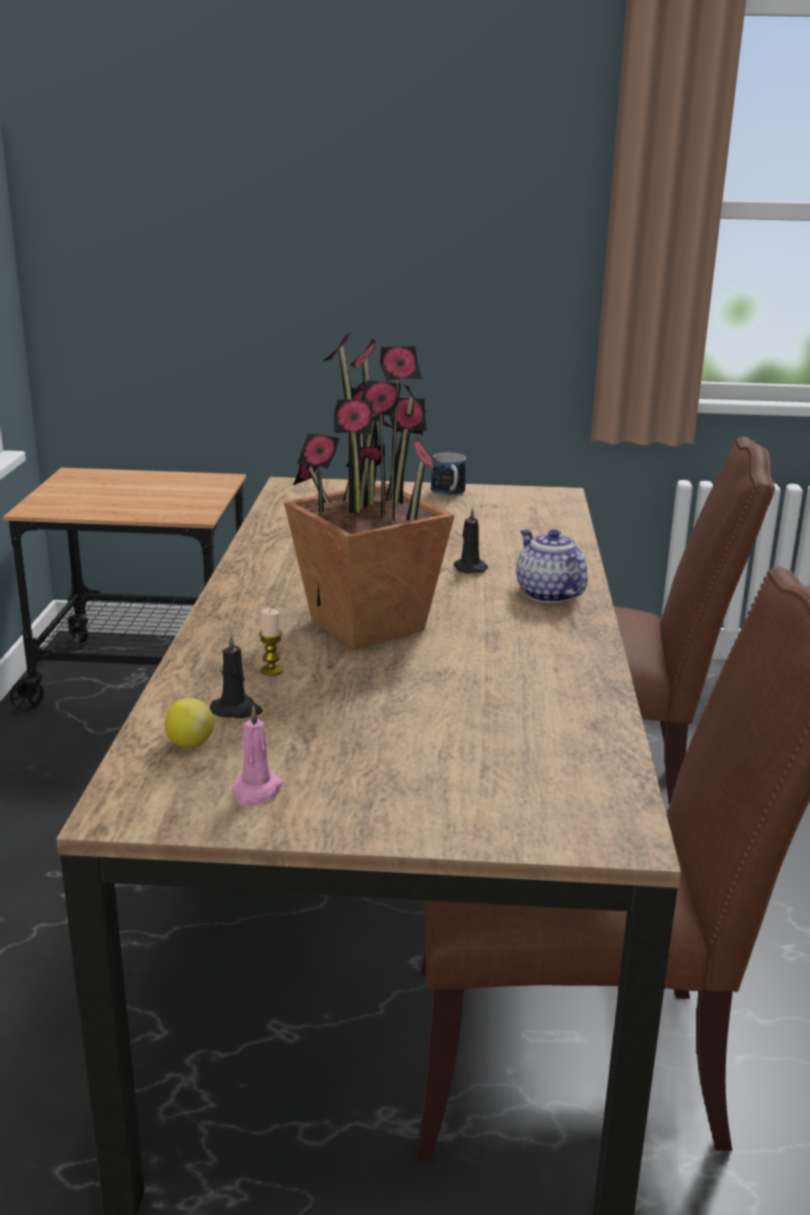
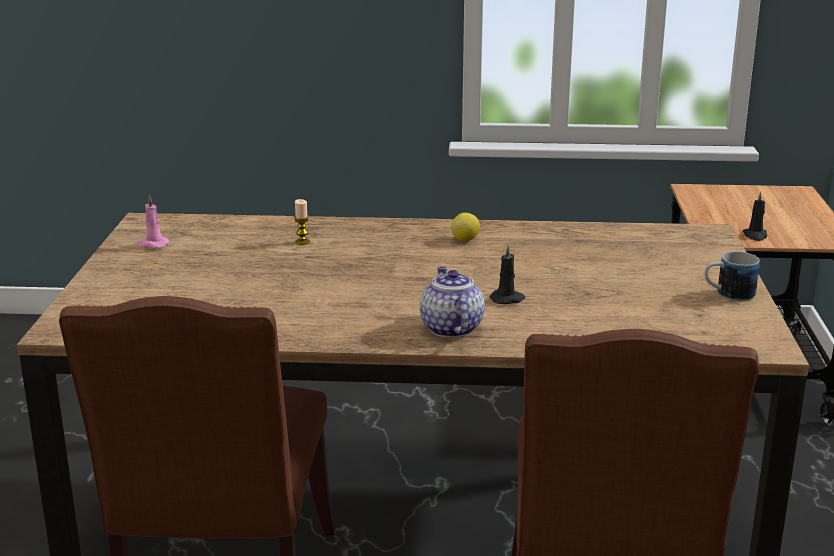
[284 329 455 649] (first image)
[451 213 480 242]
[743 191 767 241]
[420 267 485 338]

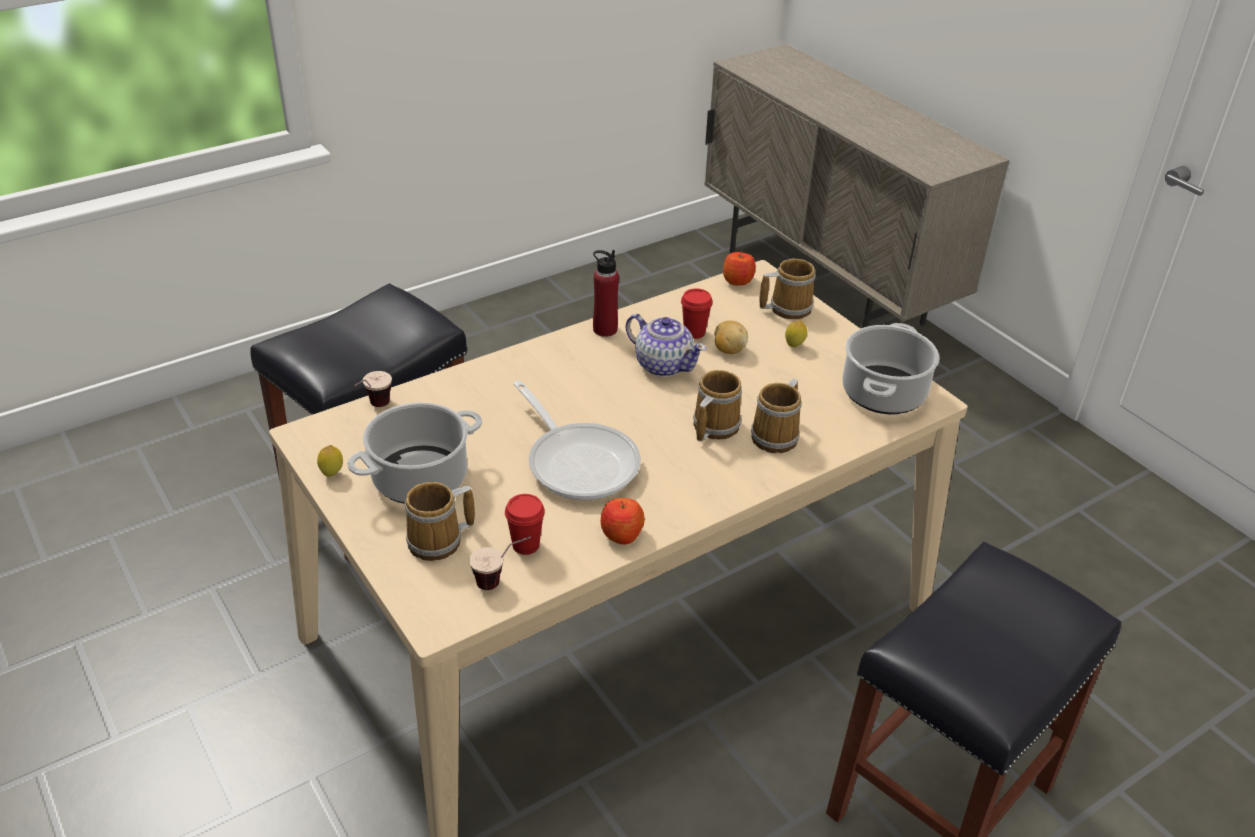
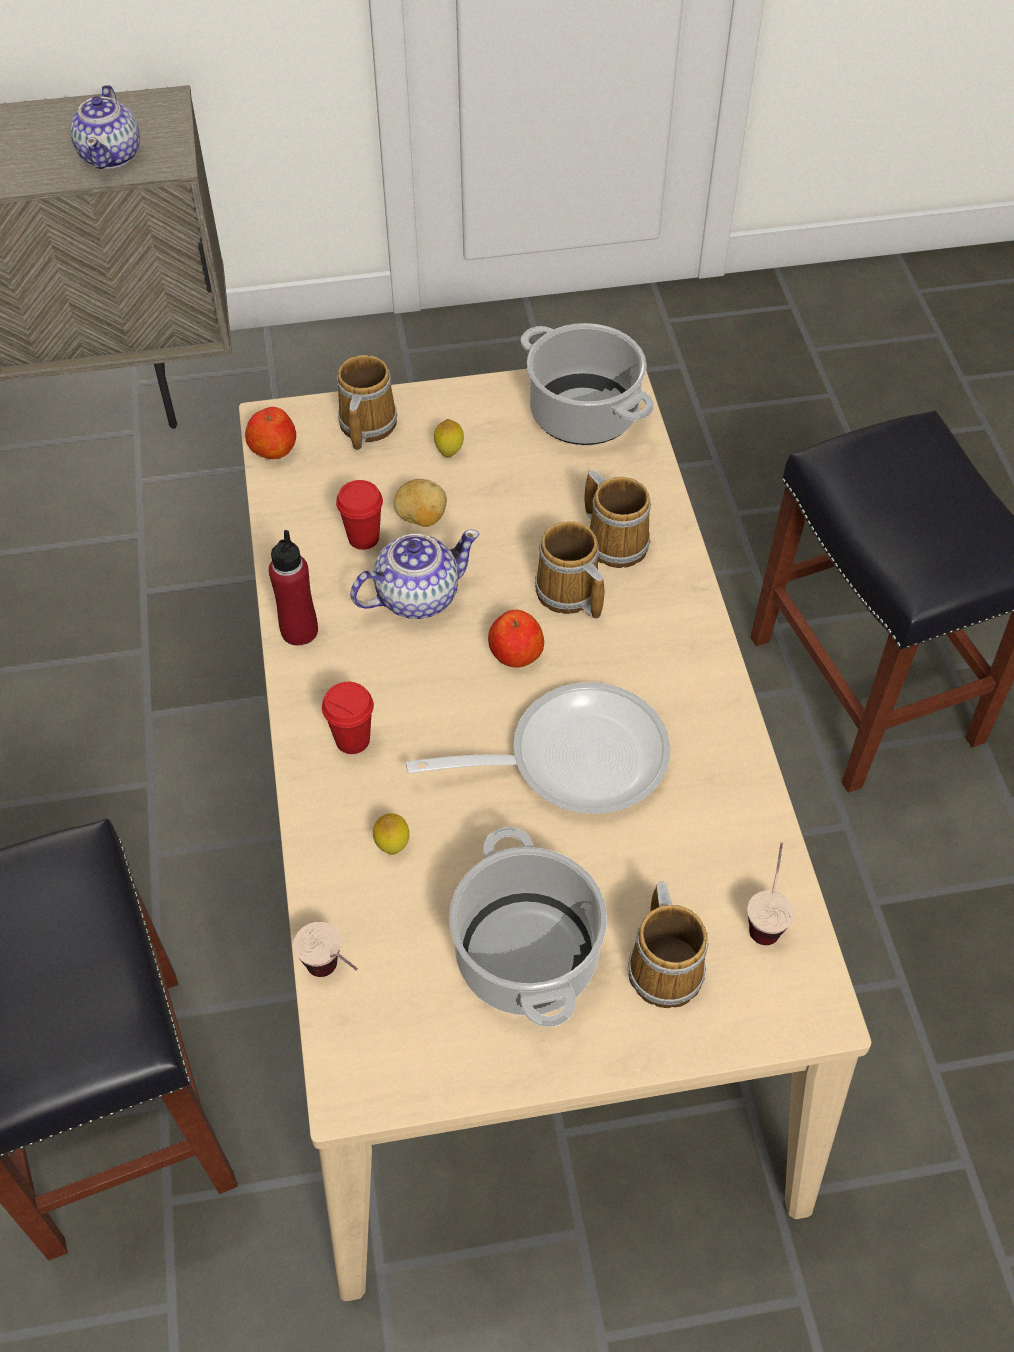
[70 85 140 169]
[373 813 410 855]
[322 682 374 754]
[488 610 544 668]

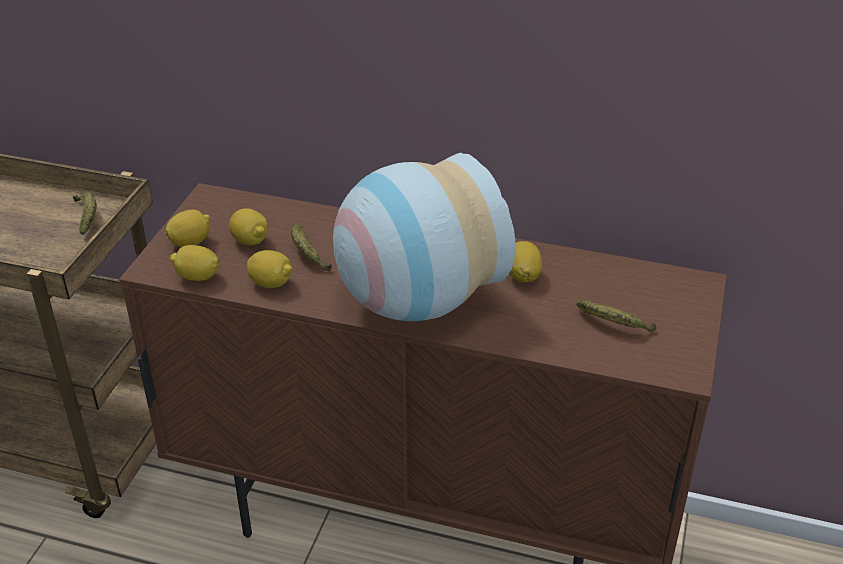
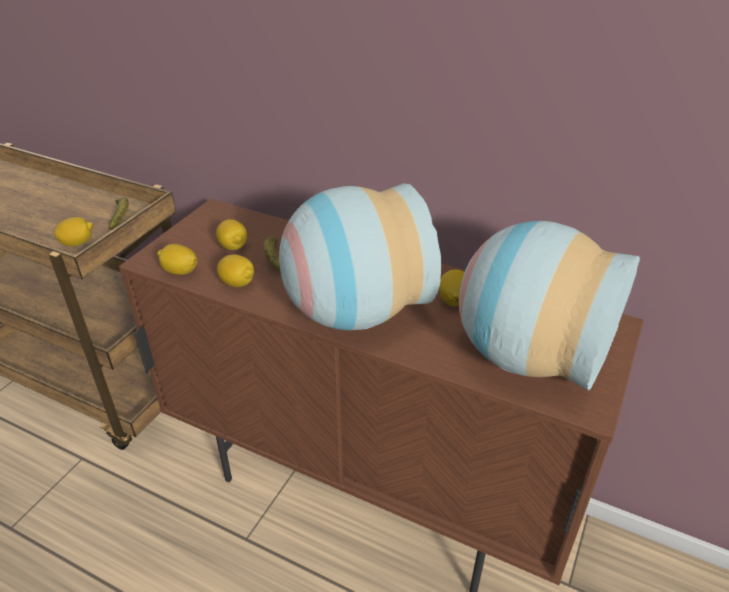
[54 217 93 246]
[459 221 640 391]

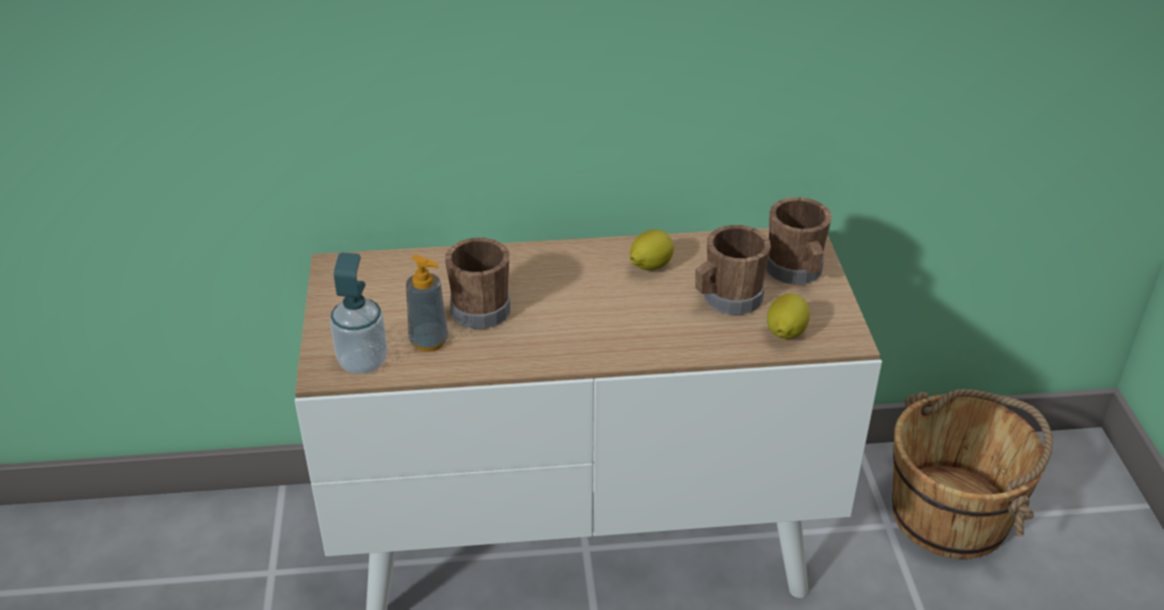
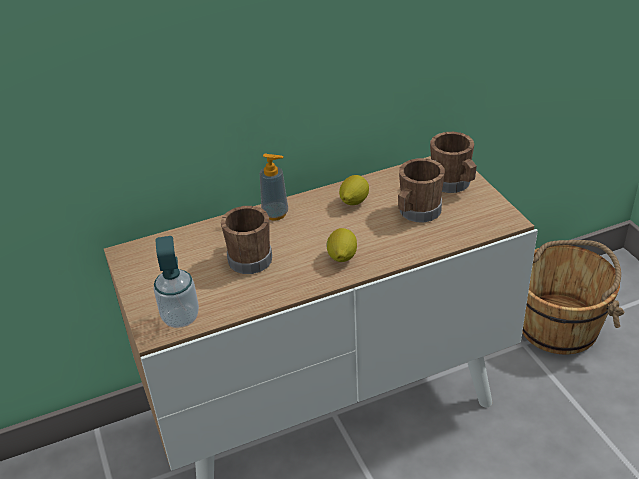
[260 154 288 220]
[326 228 357 262]

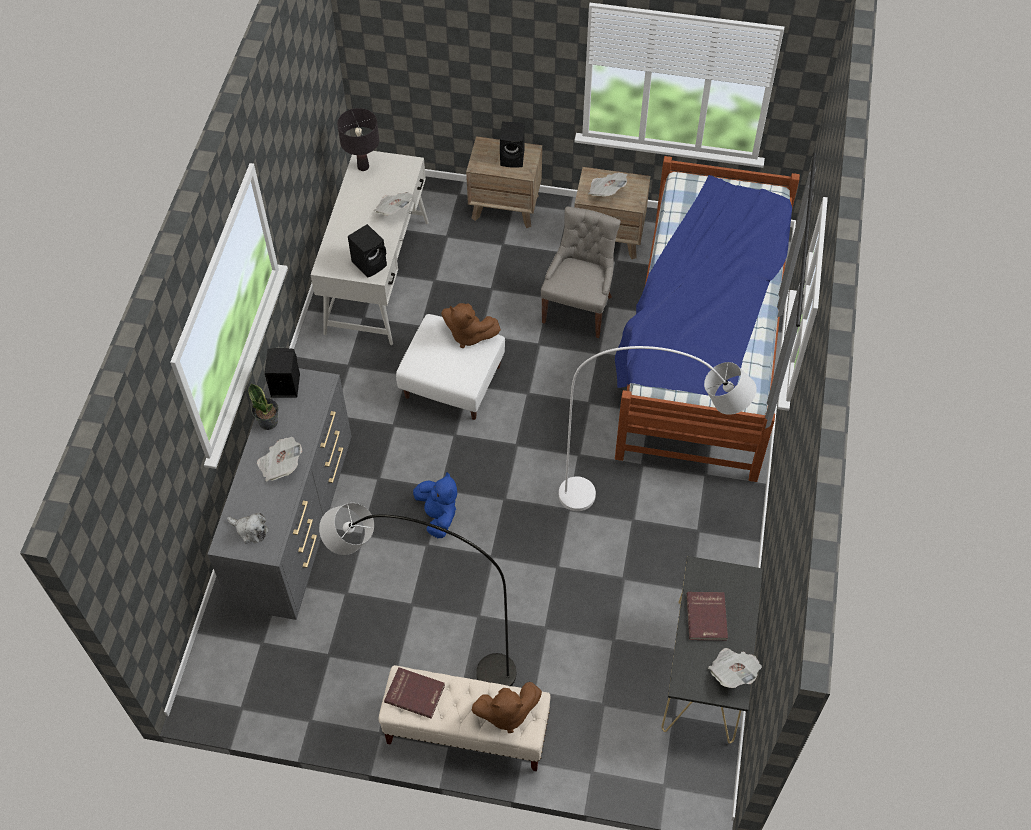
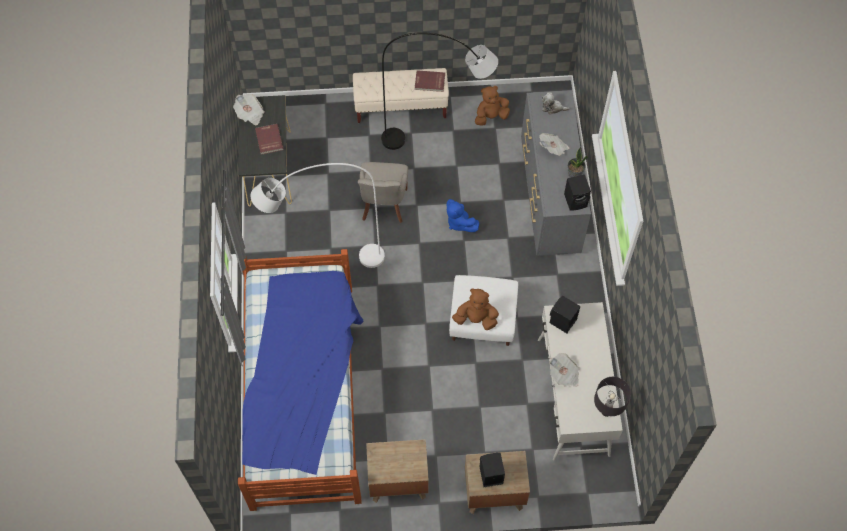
[588 172 627 197] (first image)
[475 86 510 126]
[358 162 408 223]

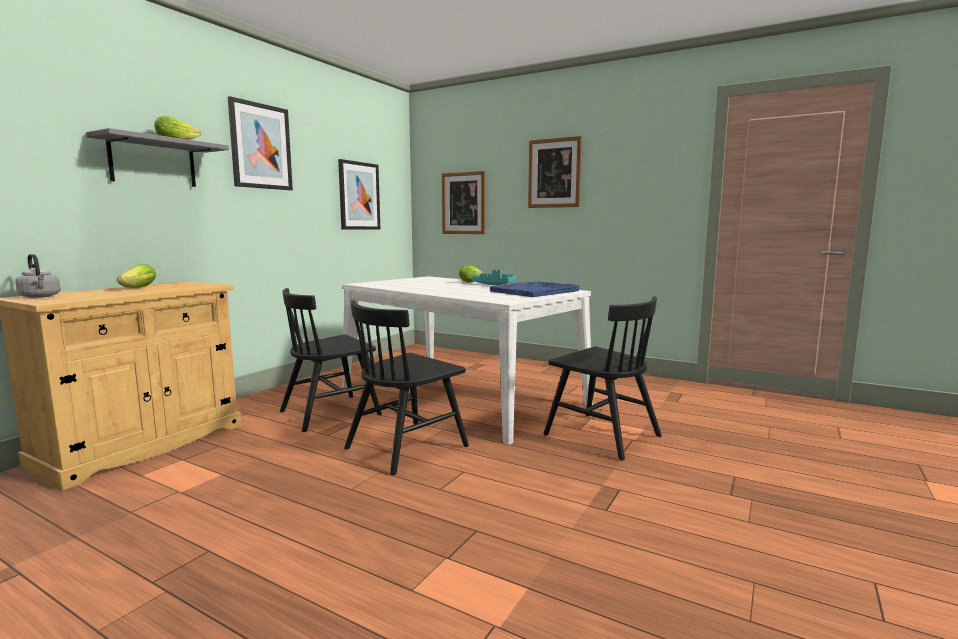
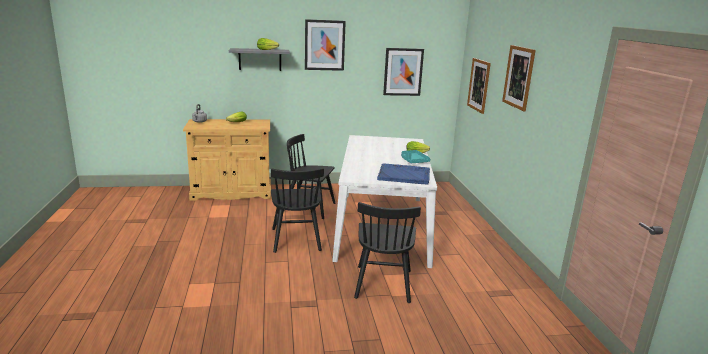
[271 168 324 253]

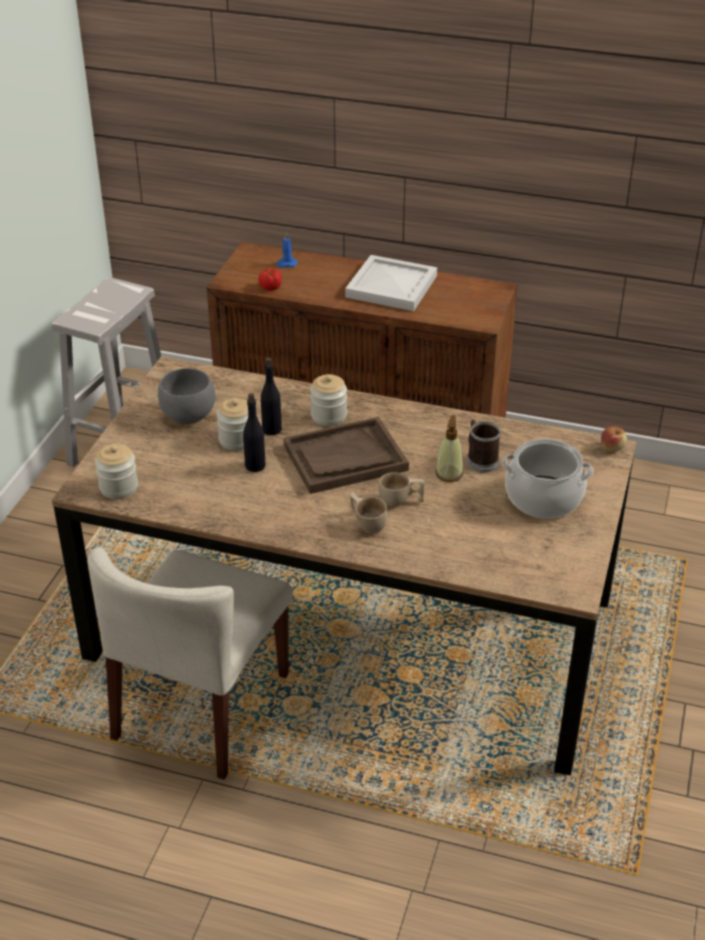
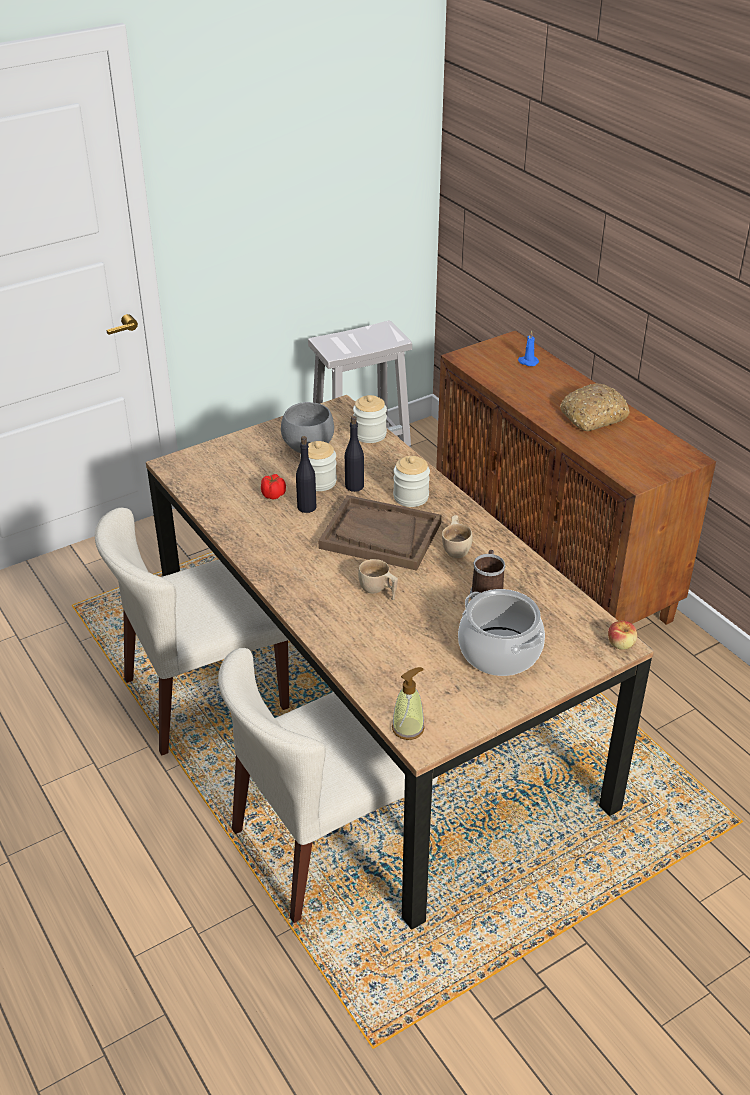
[218 648 438 923]
[353 395 387 443]
[261 474 286 500]
[442 515 473 558]
[392 667 424 740]
[560 383 630 431]

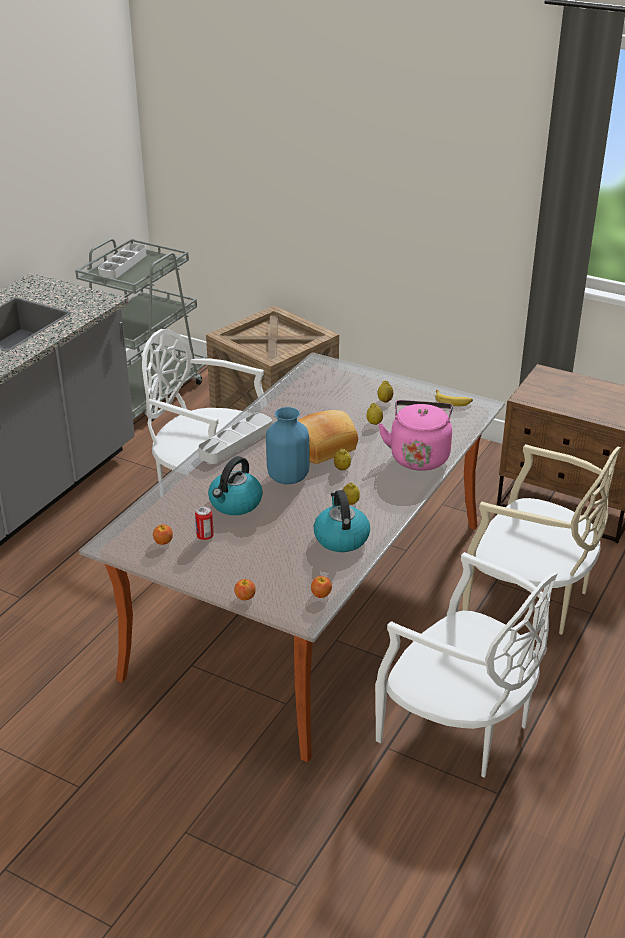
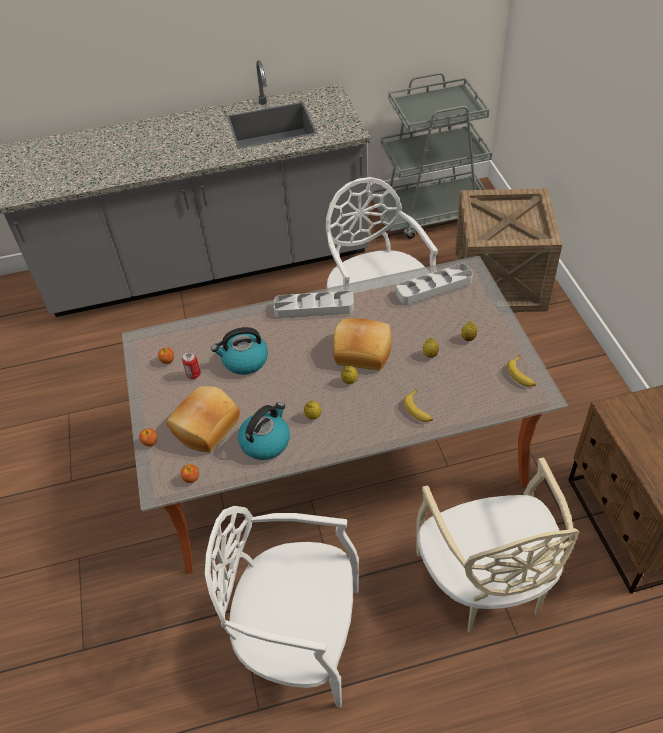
[266 407 309 484] (first image)
[167 386 240 452]
[396 264 473 305]
[404 389 433 422]
[205 506 359 707]

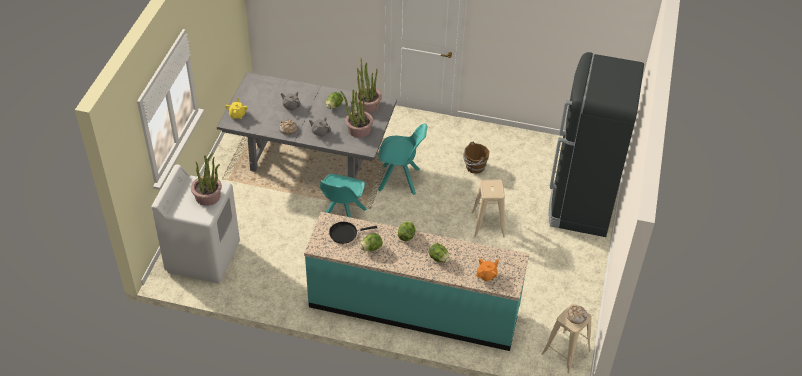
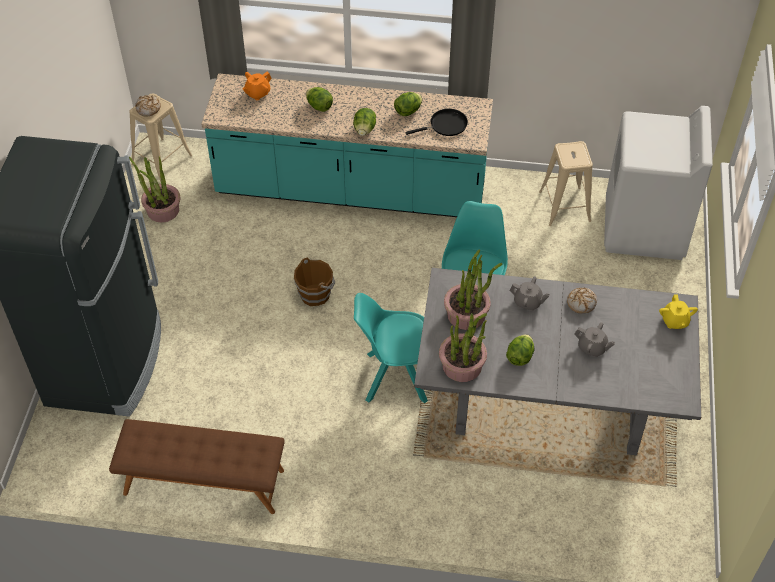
[109 419 285 514]
[129 157 180 222]
[294 257 335 306]
[539 141 593 226]

